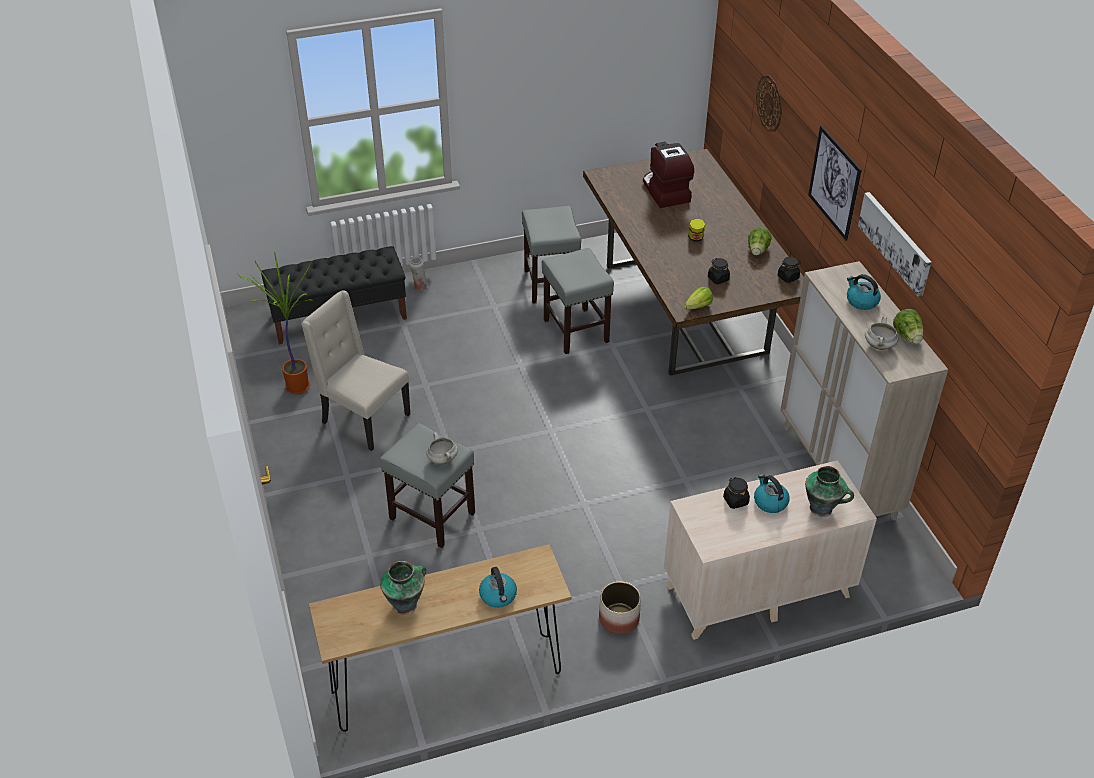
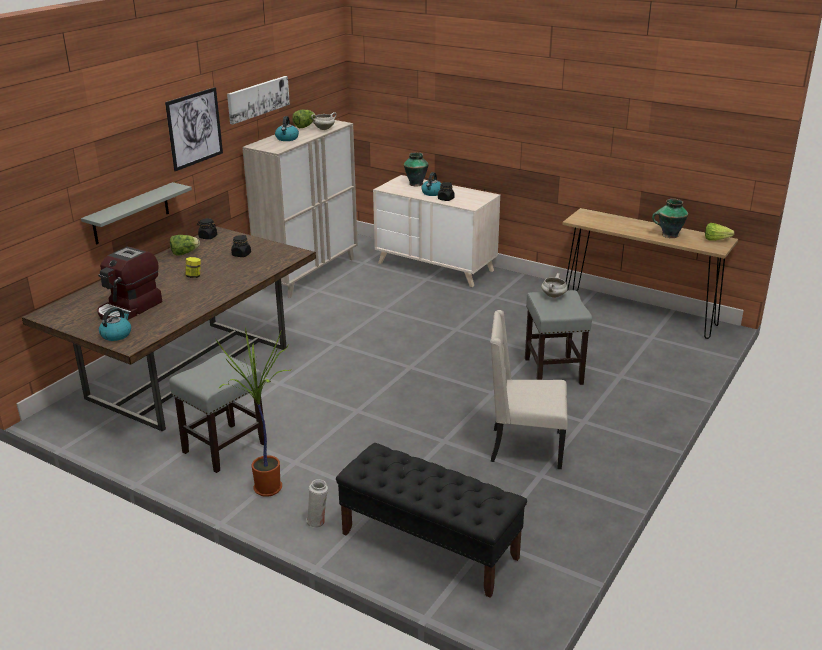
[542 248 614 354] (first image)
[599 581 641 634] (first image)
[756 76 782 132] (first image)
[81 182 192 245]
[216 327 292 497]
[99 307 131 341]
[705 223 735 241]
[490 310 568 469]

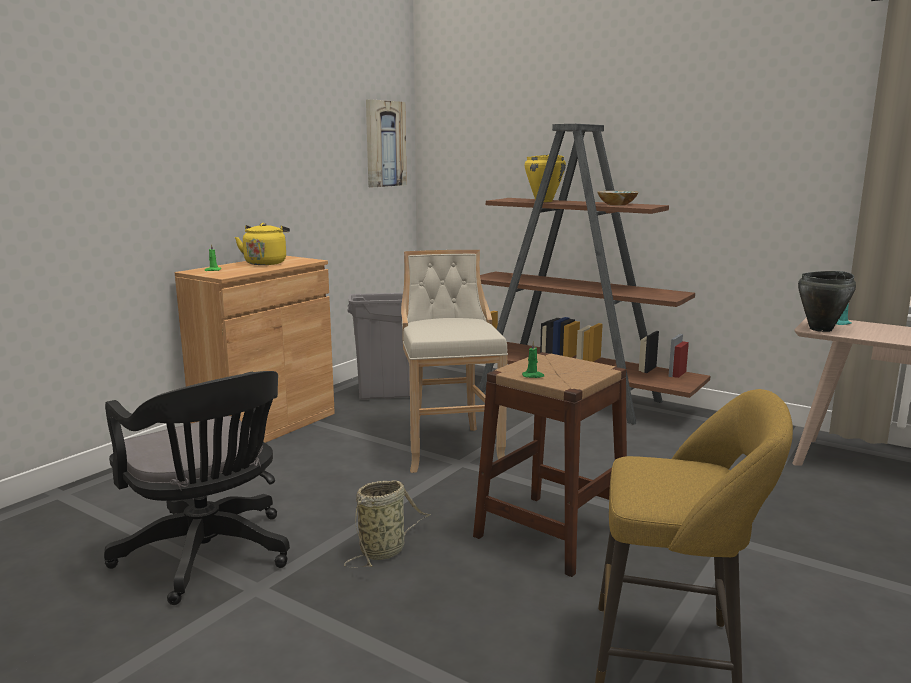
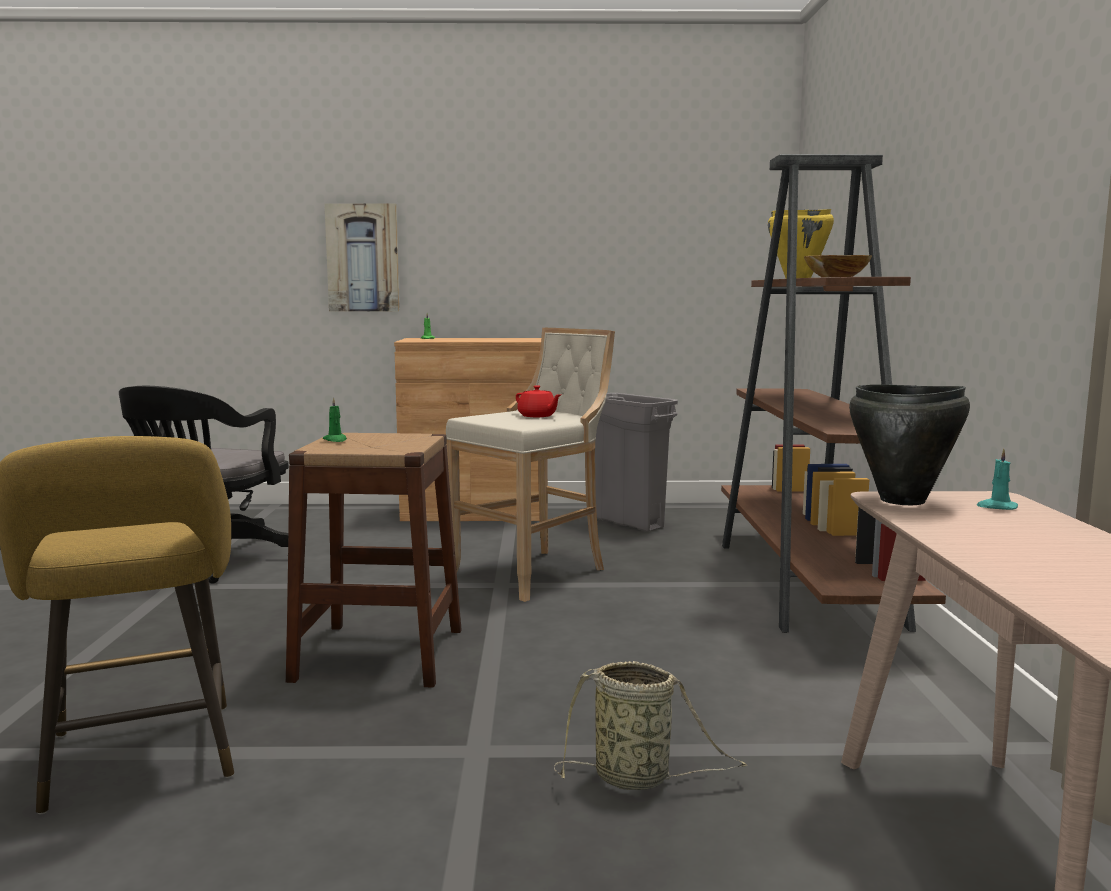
[235 223 290 265] (first image)
[516 385 561 417]
[554 661 747 790]
[324 203 400 311]

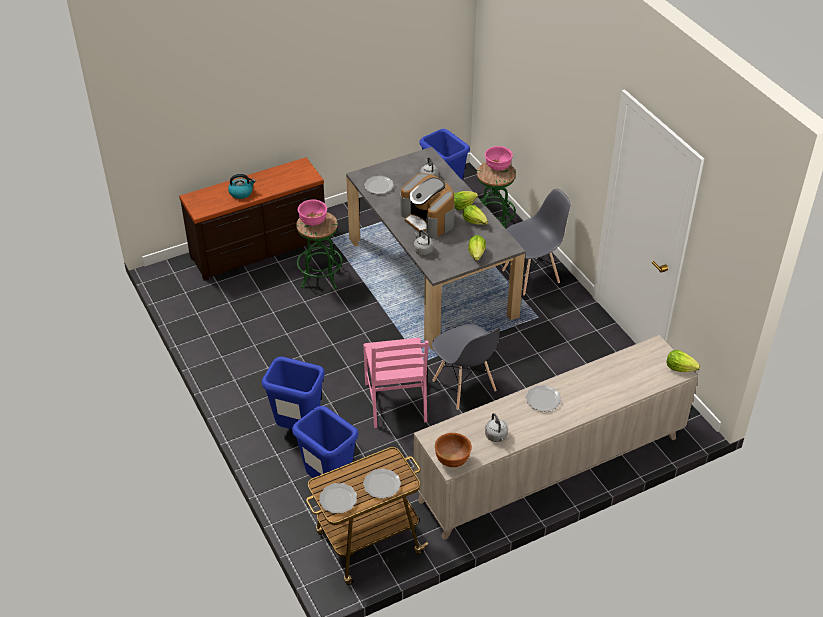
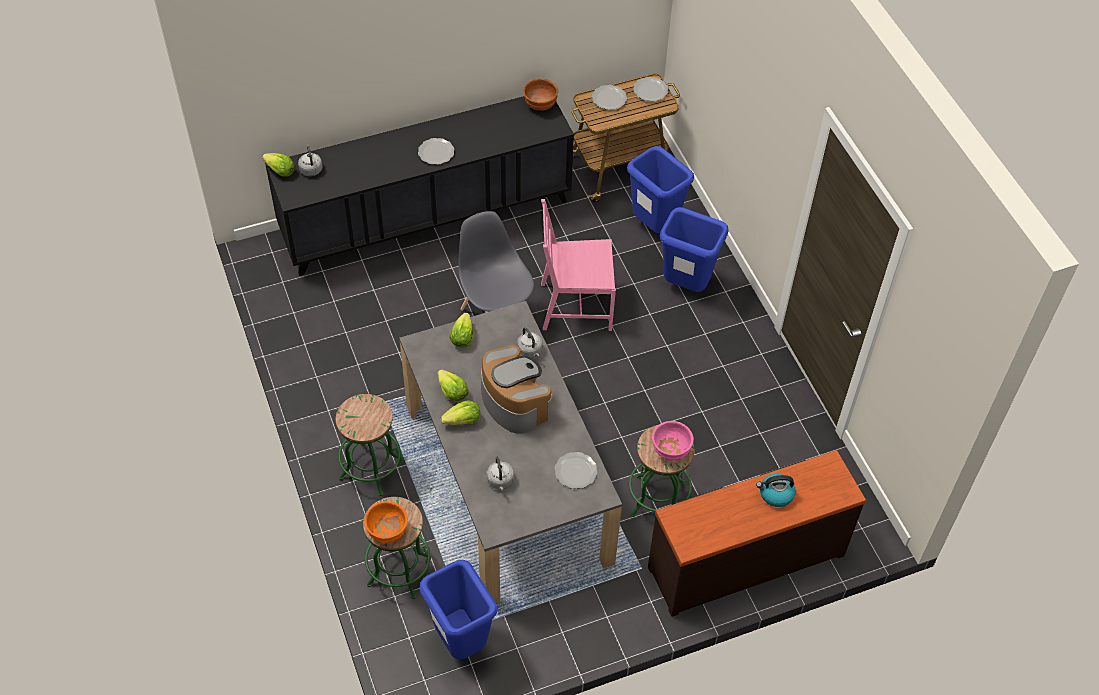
[298 145 323 176]
[336 394 404 496]
[265 96 574 276]
[364 501 408 544]
[541 199 616 331]

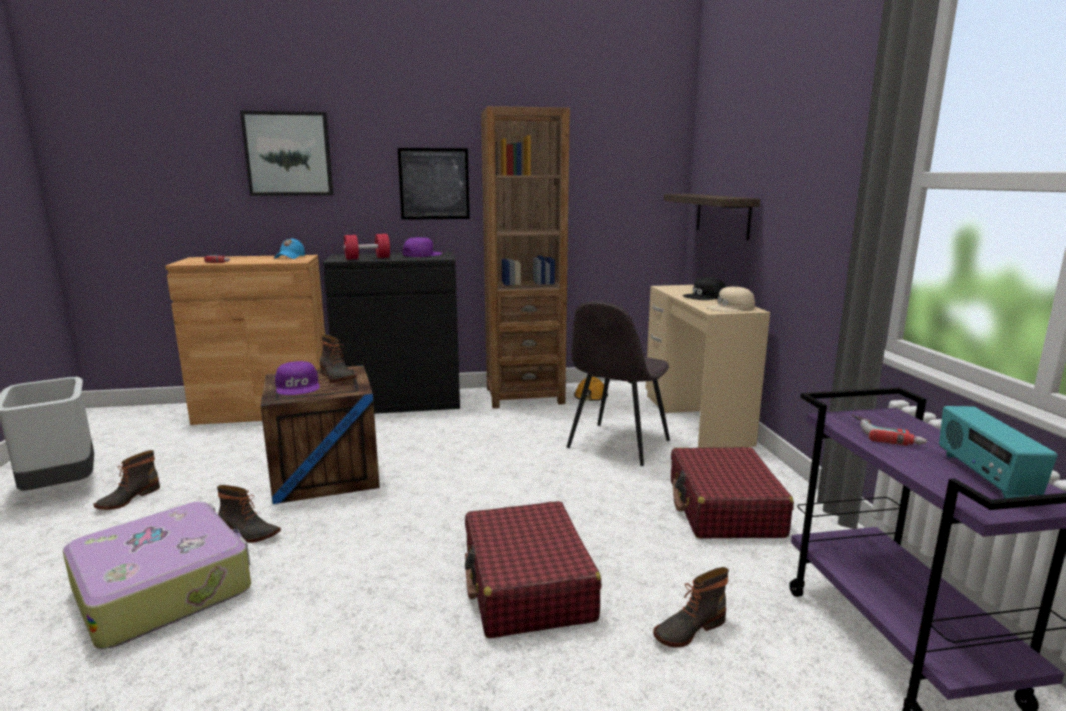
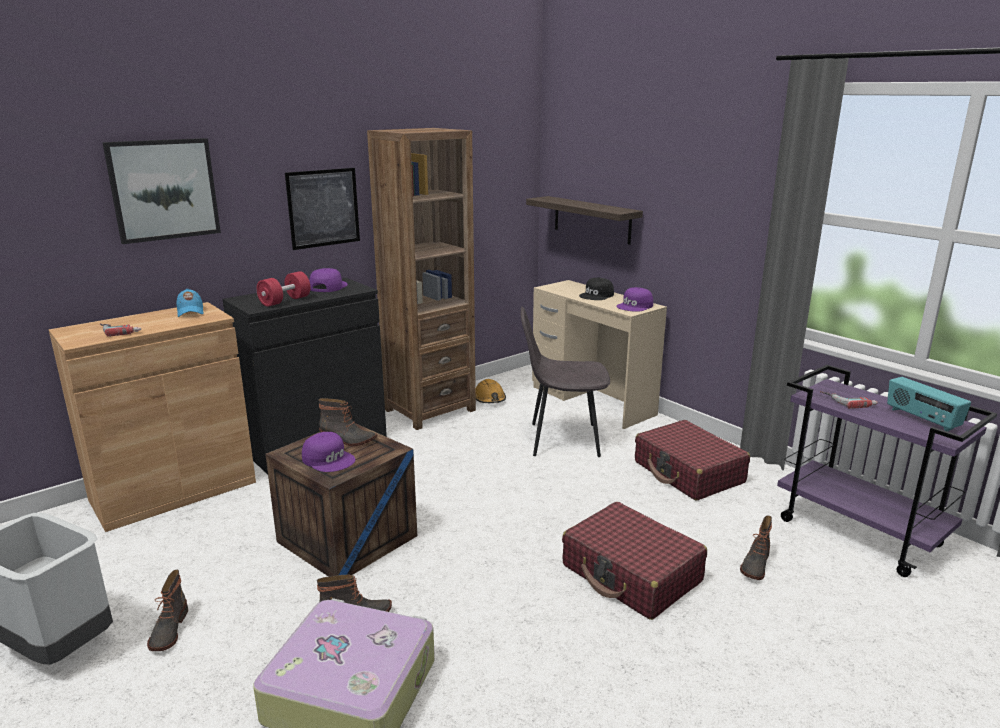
[616 287 653 312]
[521 306 610 457]

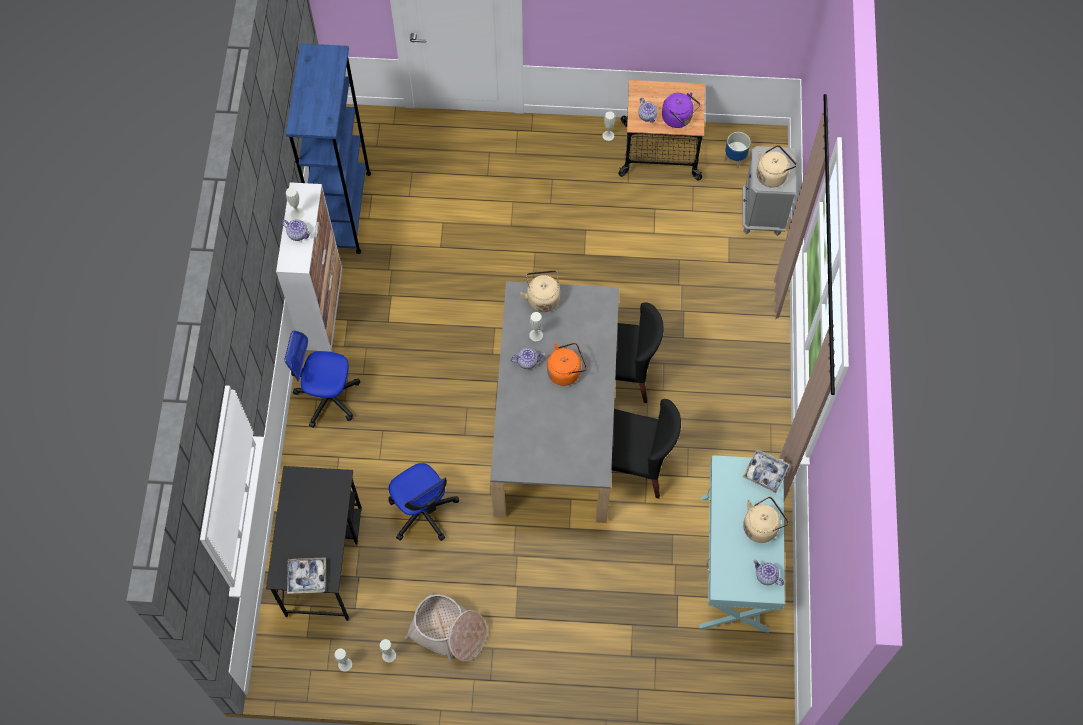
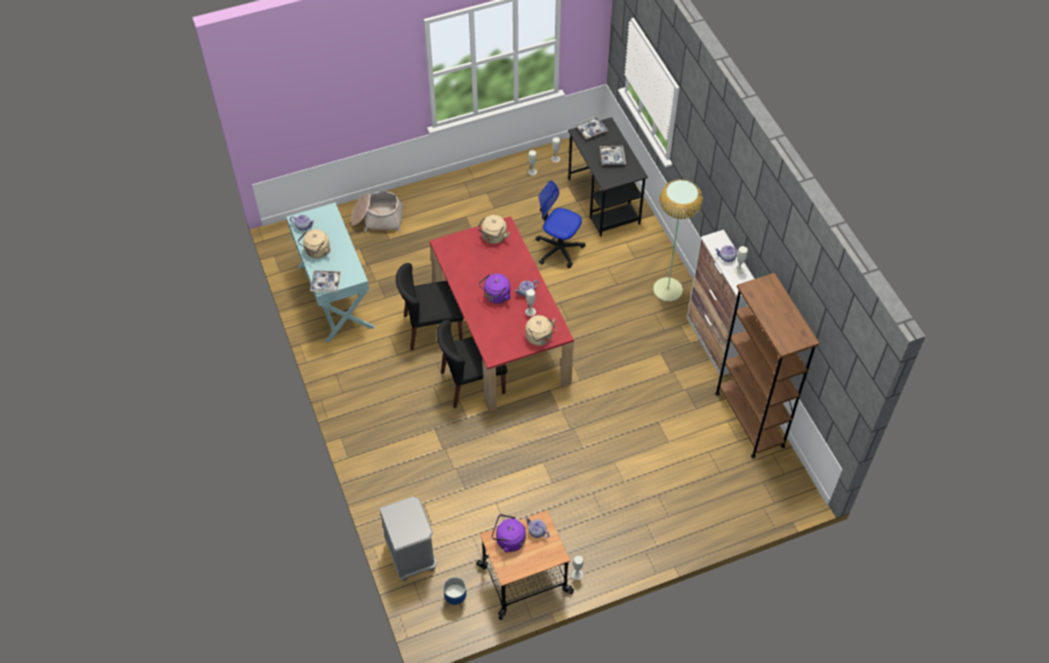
[599 145 626 165]
[351 191 404 233]
[477 215 510 244]
[653 179 703 302]
[715 273 820 459]
[429 216 574 412]
[479 274 511 304]

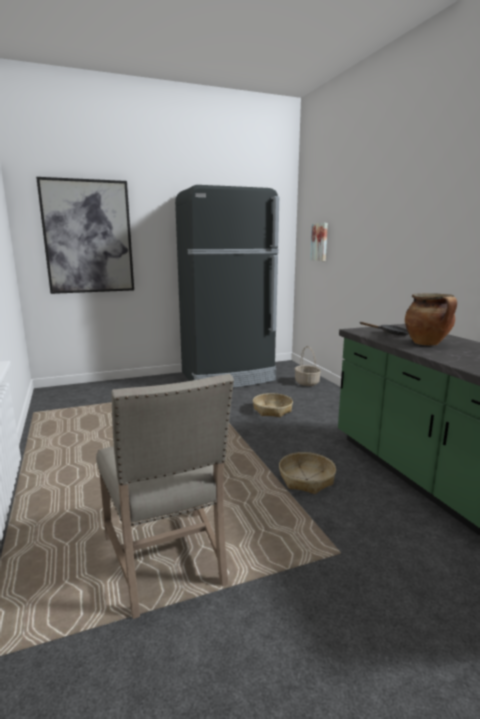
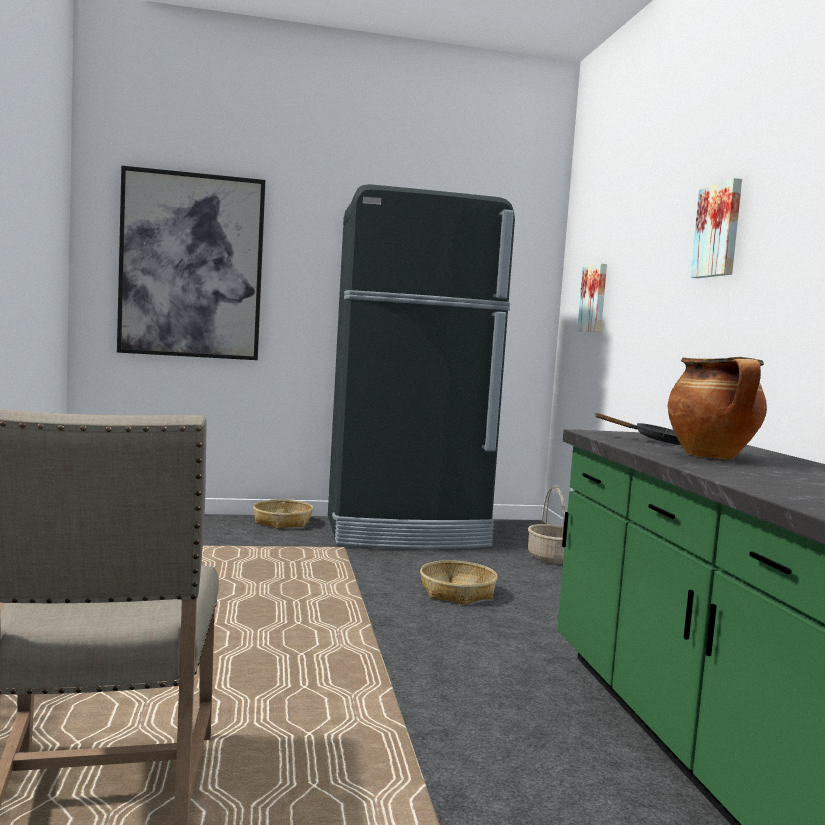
[690 178 742 278]
[253 500 313 529]

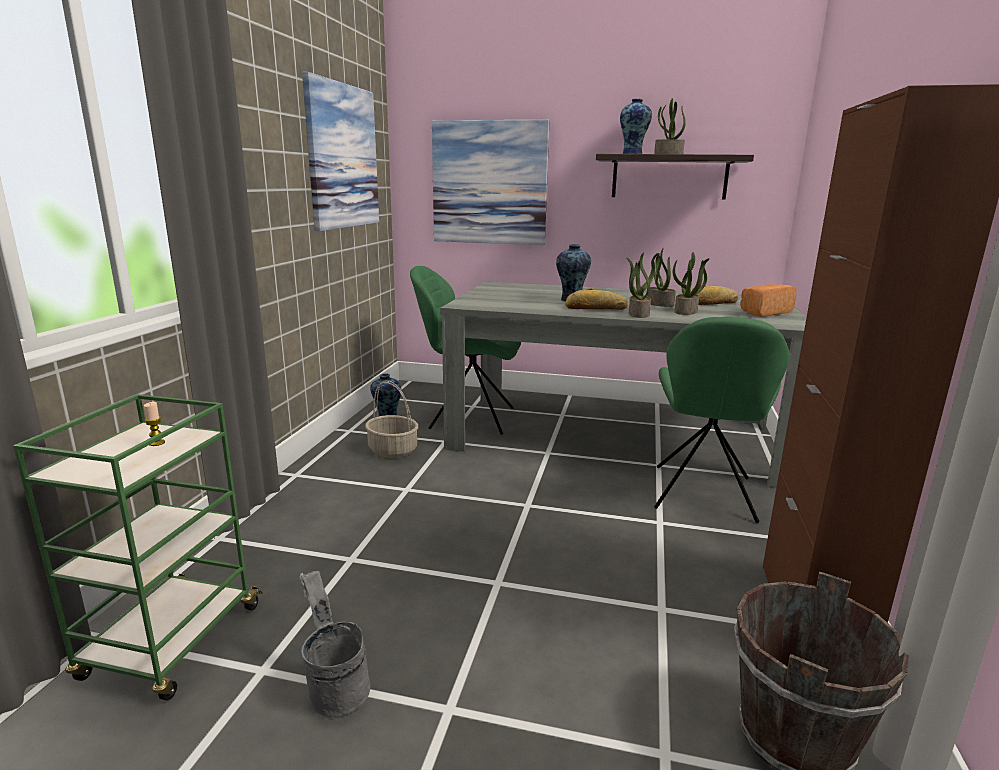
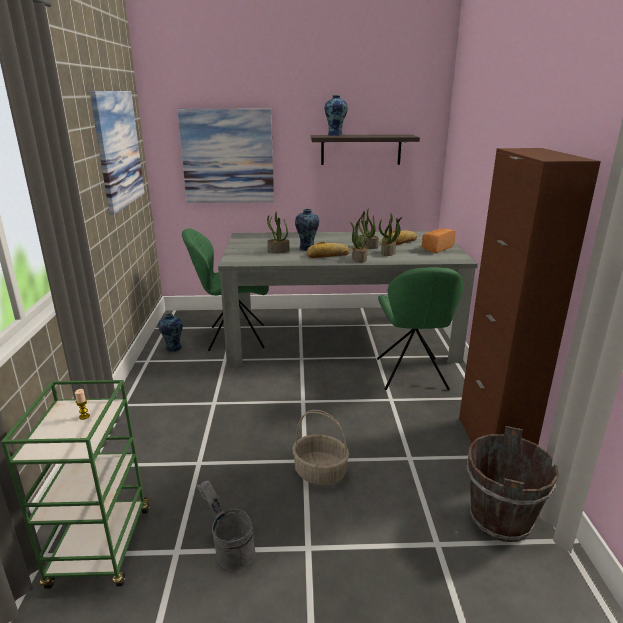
[292 410 349 485]
[267 212 289 253]

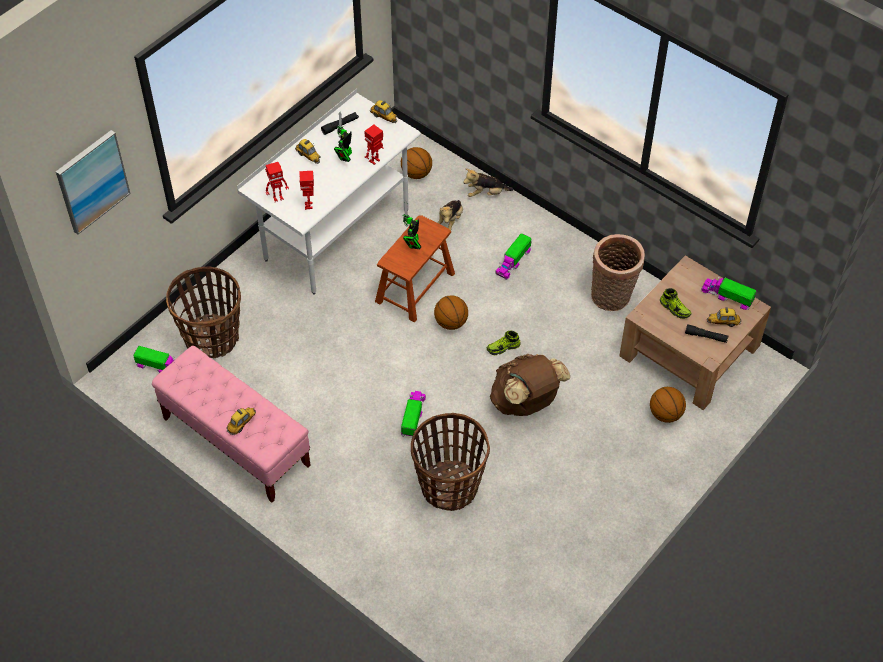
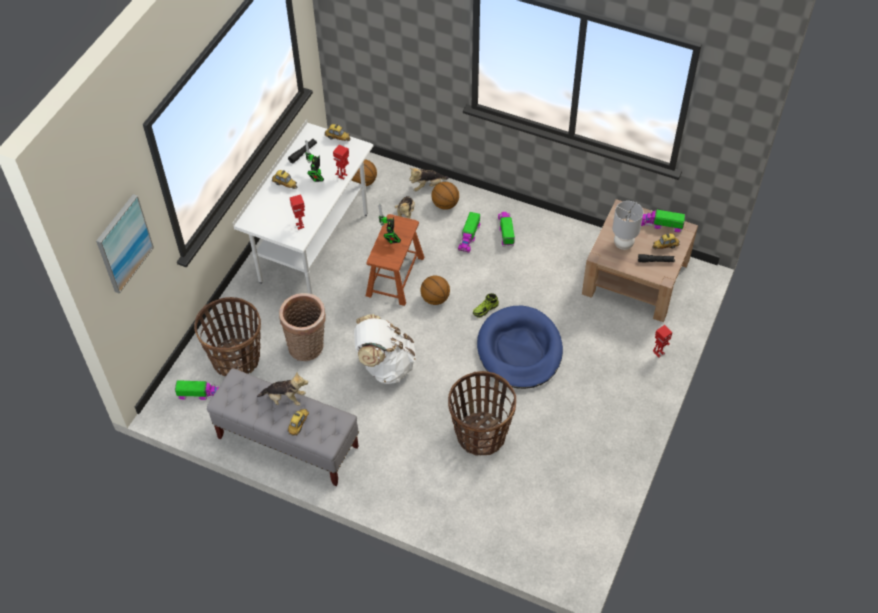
[257 372 308 406]
[354 314 416 384]
[653 325 672 358]
[498 212 515 247]
[279 293 326 361]
[431 182 459 210]
[477 306 563 389]
[612 201 643 250]
[207 368 359 486]

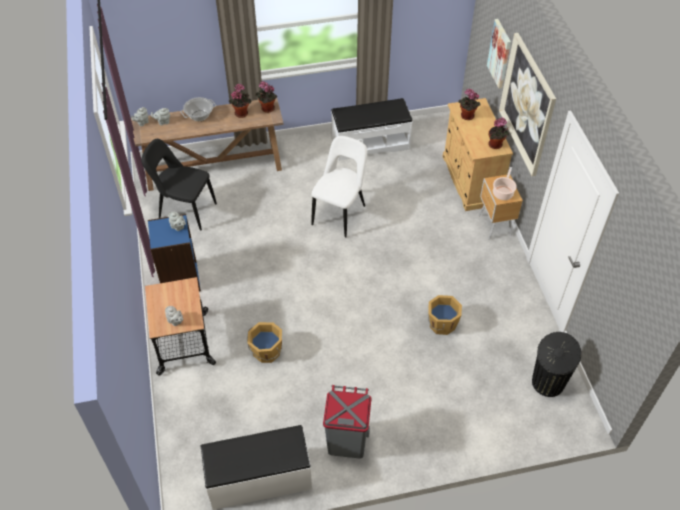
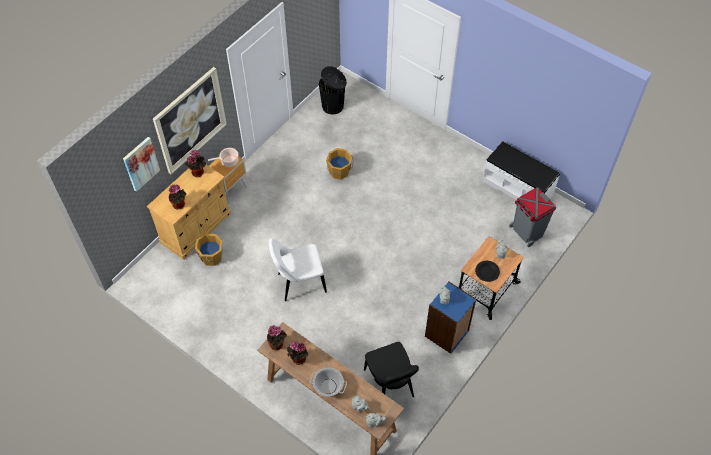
[331 98 412 161] (first image)
[475 261 500 282]
[195 234 223 266]
[509 188 556 247]

